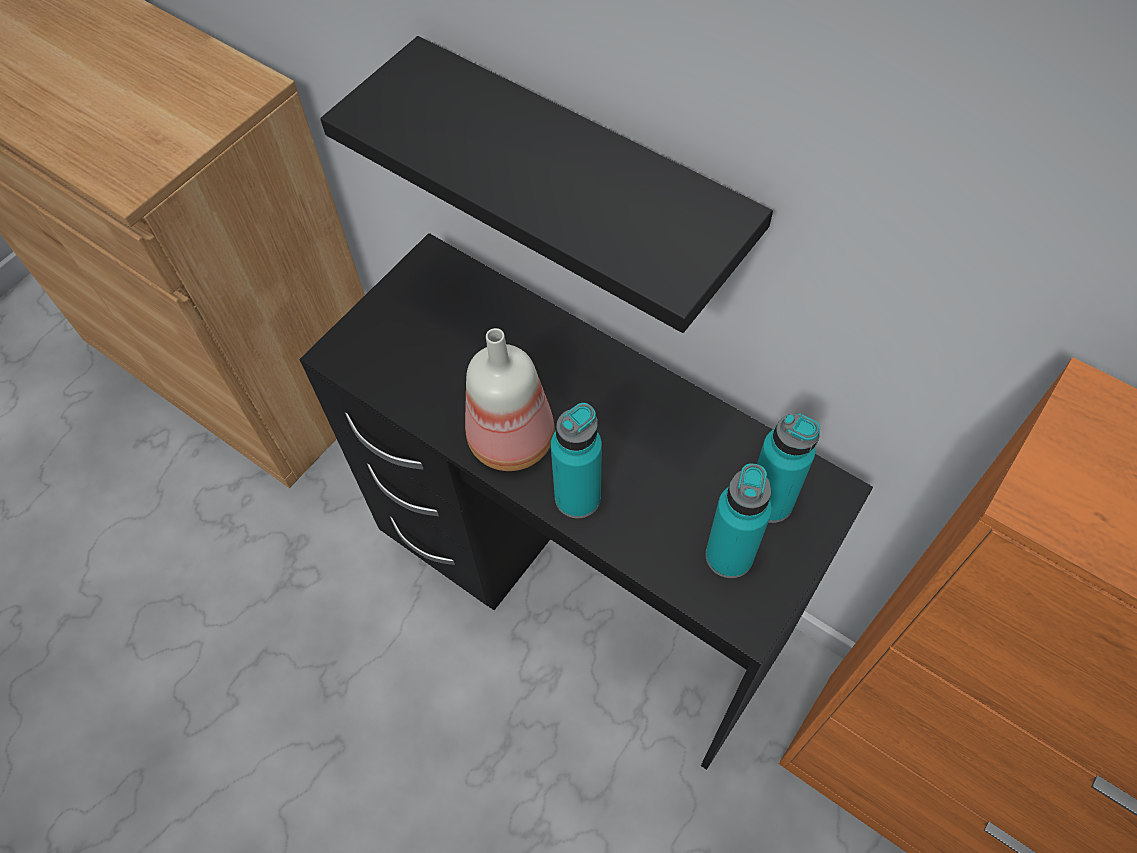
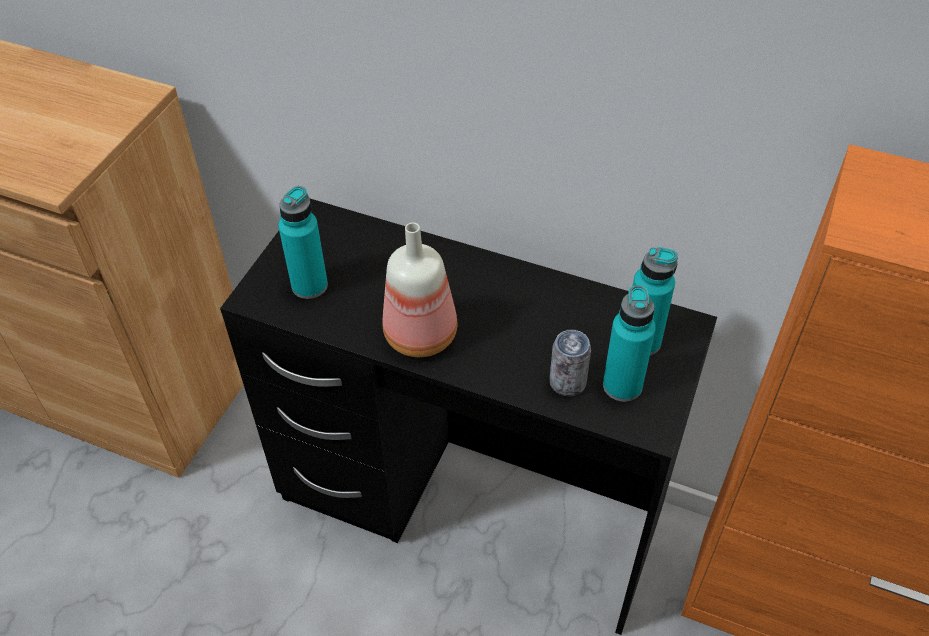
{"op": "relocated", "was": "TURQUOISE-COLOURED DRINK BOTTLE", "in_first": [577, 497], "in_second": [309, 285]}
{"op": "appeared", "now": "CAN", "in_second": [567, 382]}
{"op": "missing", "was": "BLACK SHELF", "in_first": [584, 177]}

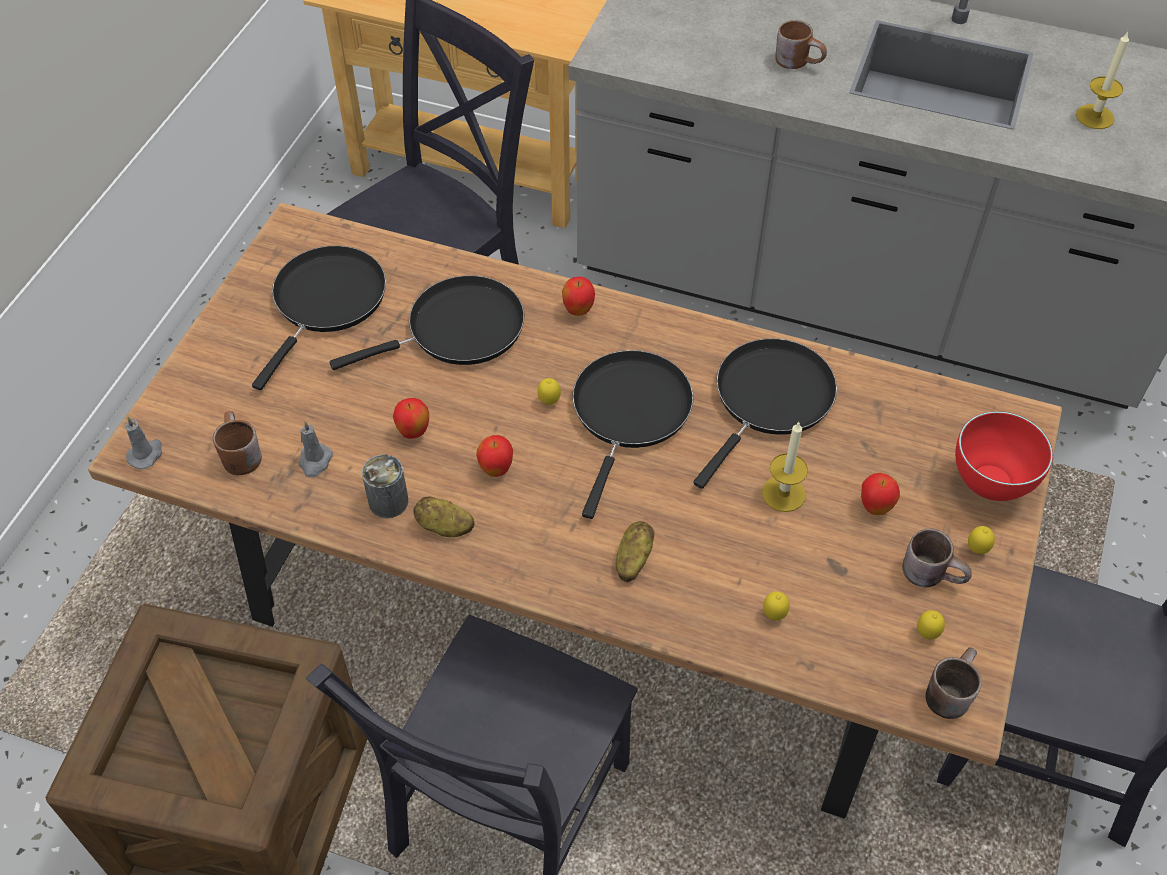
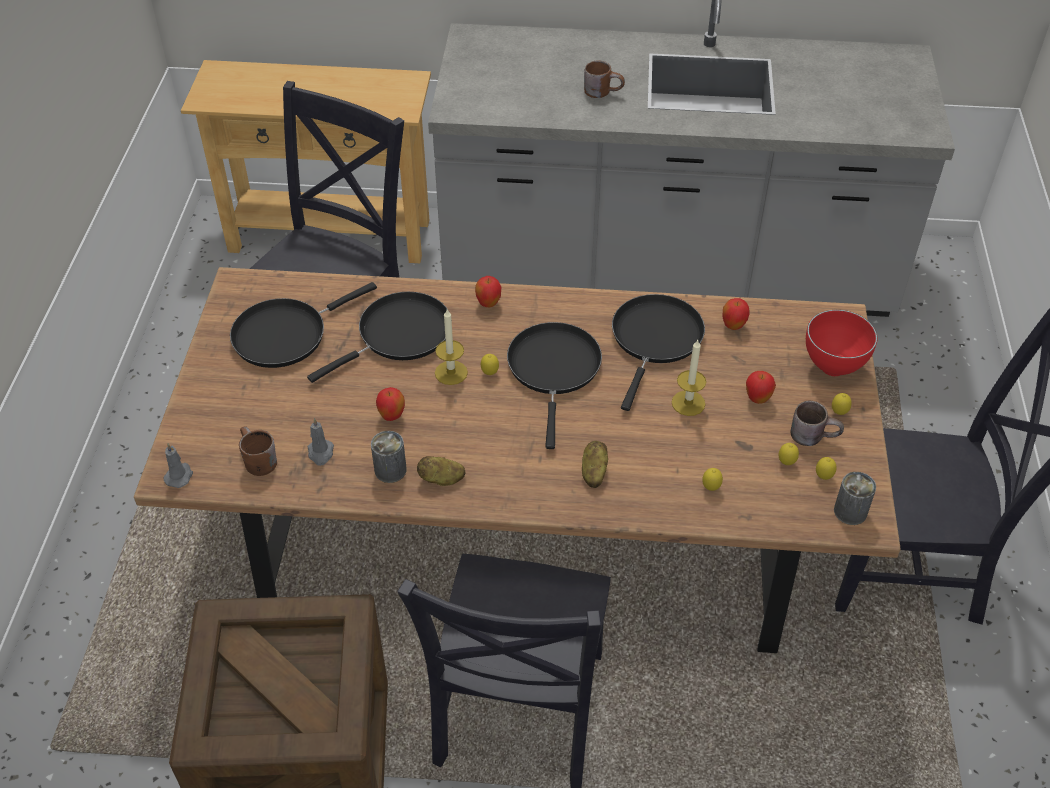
{"op": "spun", "was": "BLACK FRYING PAN", "in_first": [326, 302], "in_second": [285, 334], "clockwise": -135}
{"op": "relocated", "was": "WAX CANDLE", "in_first": [1095, 116], "in_second": [451, 372]}
{"op": "relocated", "was": "APPLE FRUIT", "in_first": [496, 470], "in_second": [733, 326]}
{"op": "appeared", "now": "LEMON", "in_second": [786, 463]}
{"op": "exchanged", "was": "BROWNISH TEA MUG", "now": "CAN", "in_first": [947, 690], "in_second": [850, 511]}

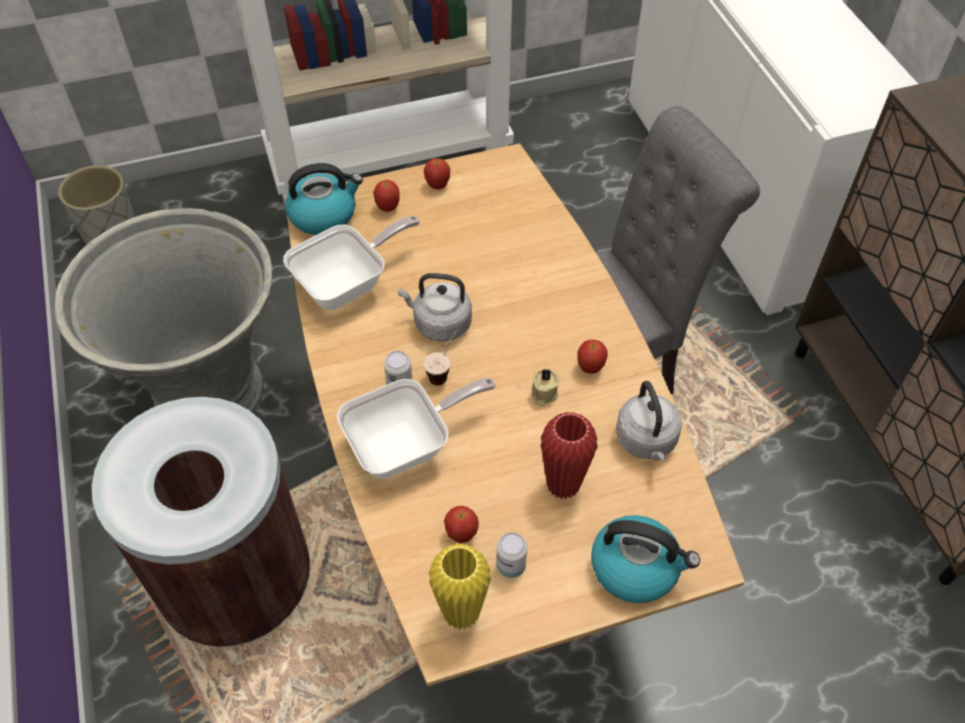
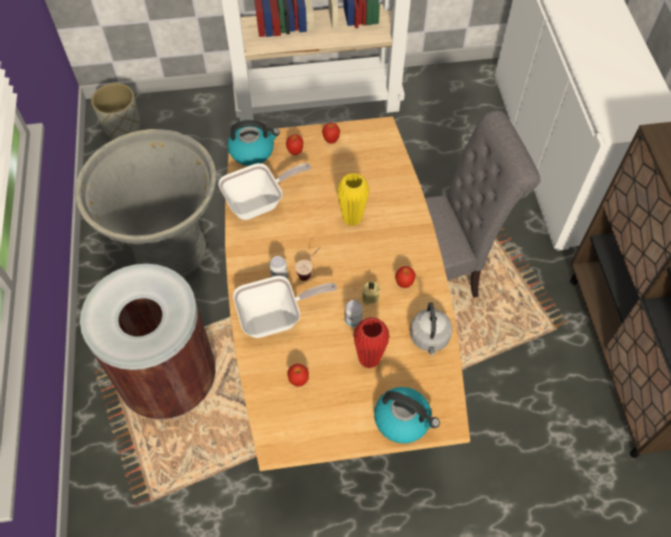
{"op": "relocated", "was": "YELLOWISH VASE", "in_first": [461, 613], "in_second": [352, 218]}
{"op": "relocated", "was": "CAN", "in_first": [511, 566], "in_second": [353, 320]}
{"op": "missing", "was": "GREYISH TEA KETTLE", "in_first": [439, 323]}

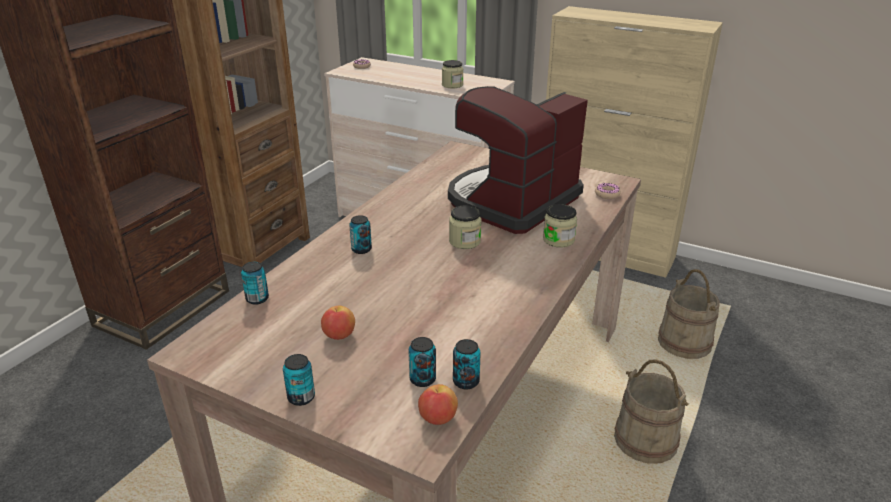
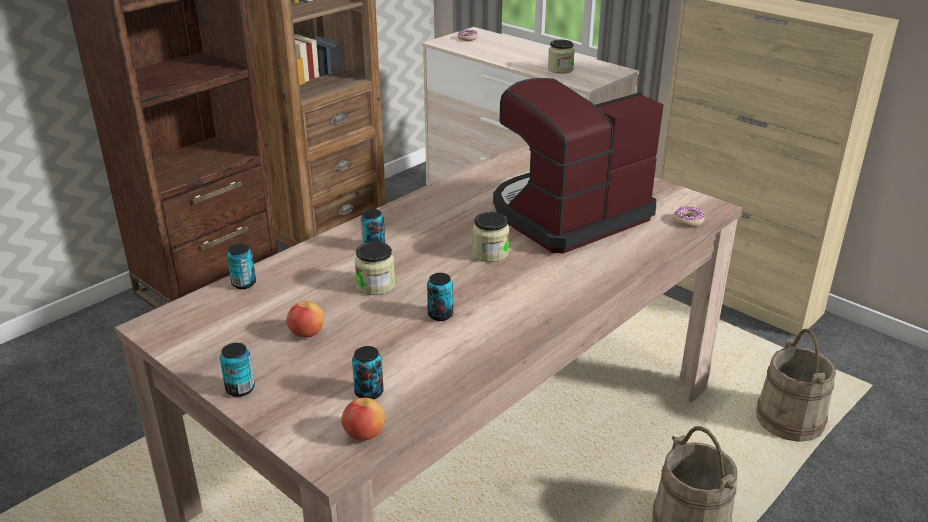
{"op": "relocated", "was": "JAR", "in_first": [558, 240], "in_second": [376, 285]}
{"op": "relocated", "was": "CAN", "in_first": [466, 381], "in_second": [440, 315]}

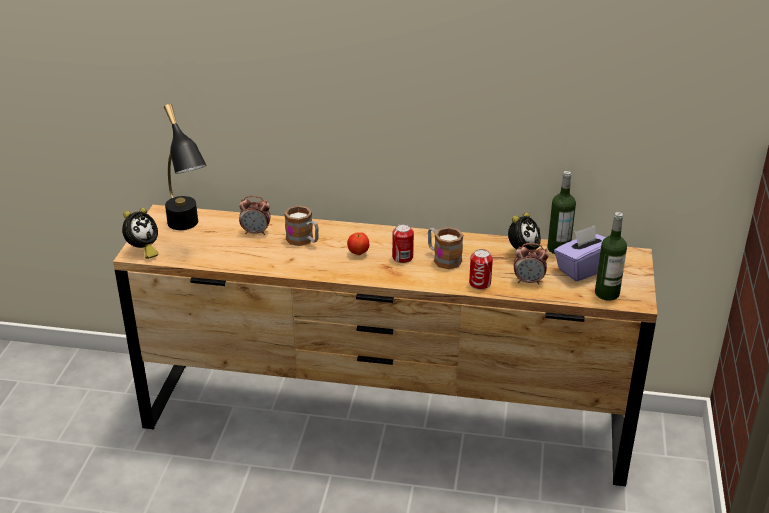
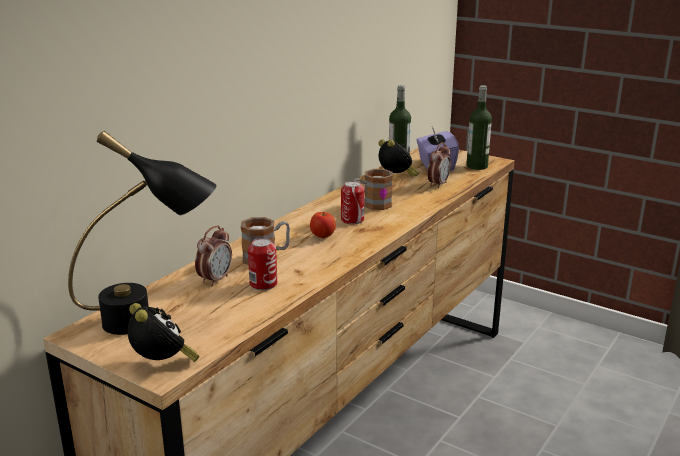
{"op": "relocated", "was": "CAN", "in_first": [480, 283], "in_second": [263, 284]}

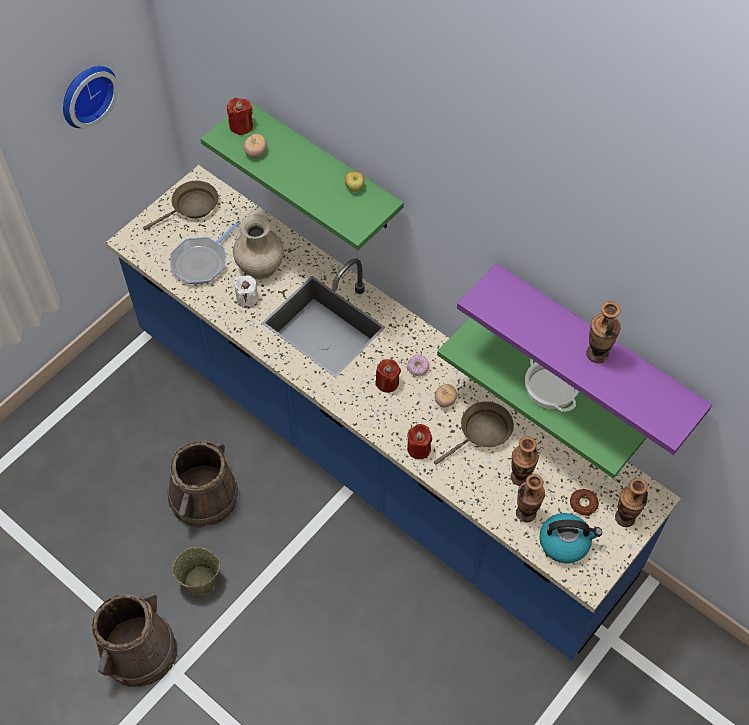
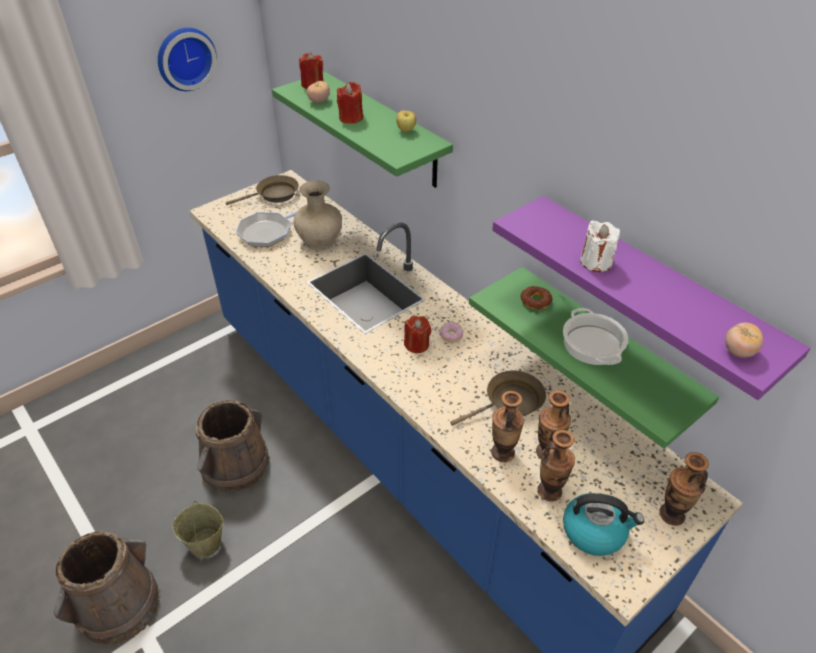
{"op": "relocated", "was": "REDDISH WAX CANDLE", "in_first": [418, 448], "in_second": [351, 118]}
{"op": "relocated", "was": "VASE", "in_first": [597, 353], "in_second": [503, 452]}
{"op": "relocated", "was": "DONUT", "in_first": [583, 504], "in_second": [535, 301]}
{"op": "relocated", "was": "WHITISH WAX CANDLE", "in_first": [247, 299], "in_second": [596, 262]}
{"op": "relocated", "was": "WHOLE TOMATO", "in_first": [445, 400], "in_second": [738, 351]}

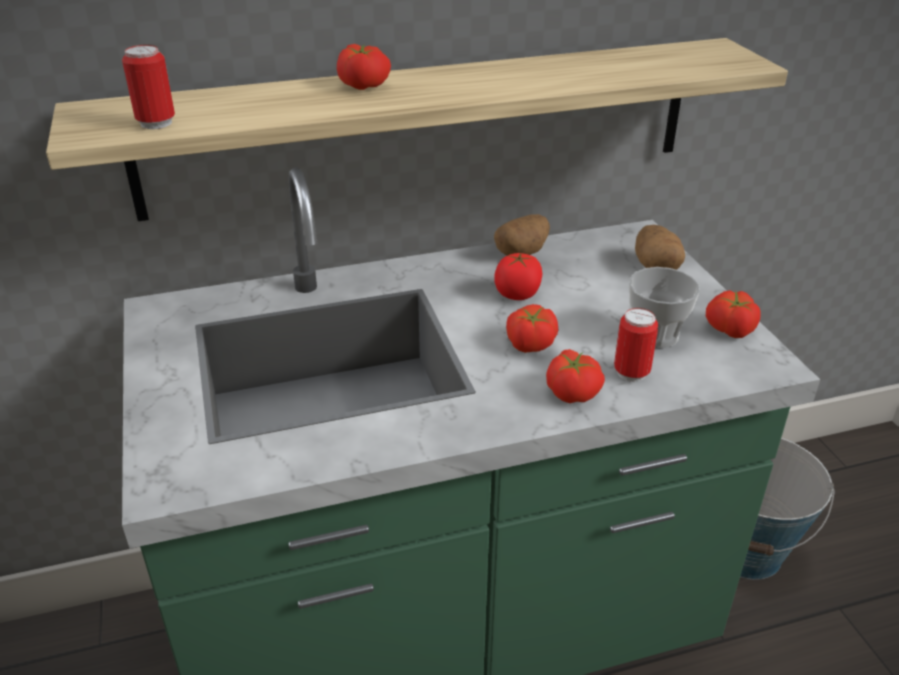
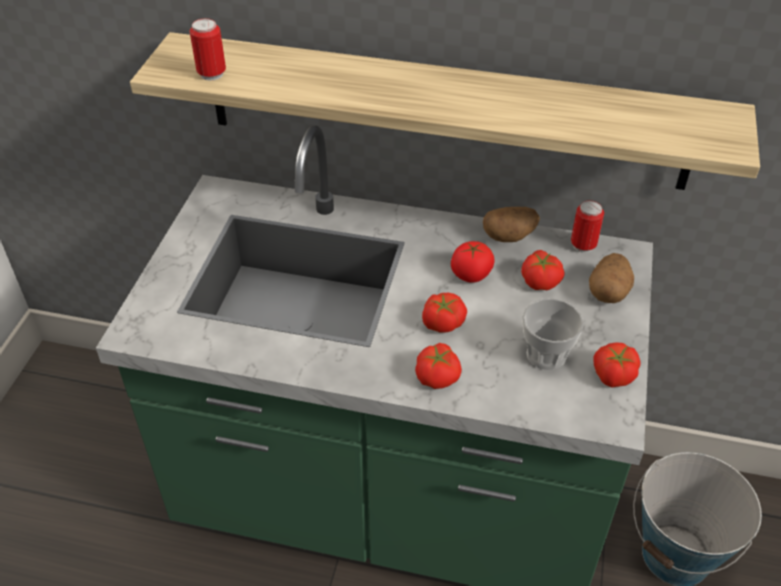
{"op": "relocated", "was": "WHOLE TOMATO", "in_first": [364, 85], "in_second": [541, 281]}
{"op": "relocated", "was": "CAN", "in_first": [631, 373], "in_second": [583, 245]}

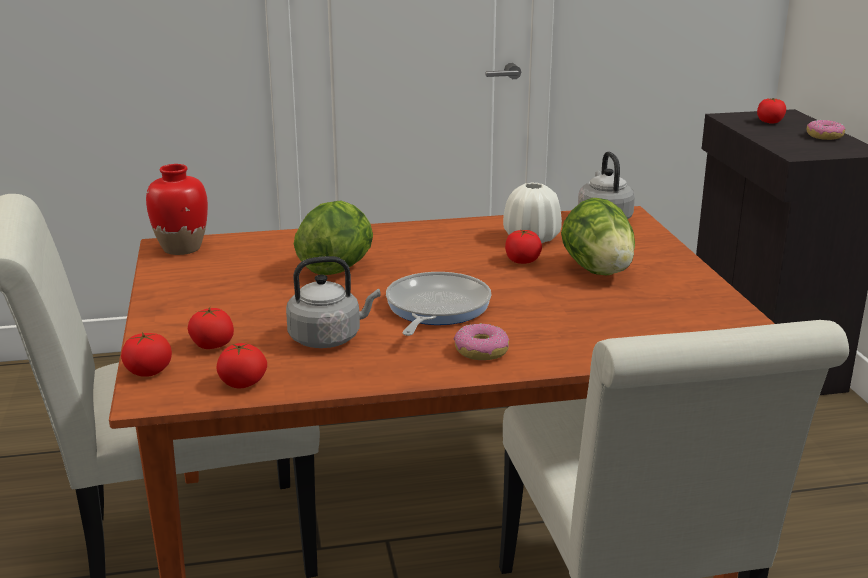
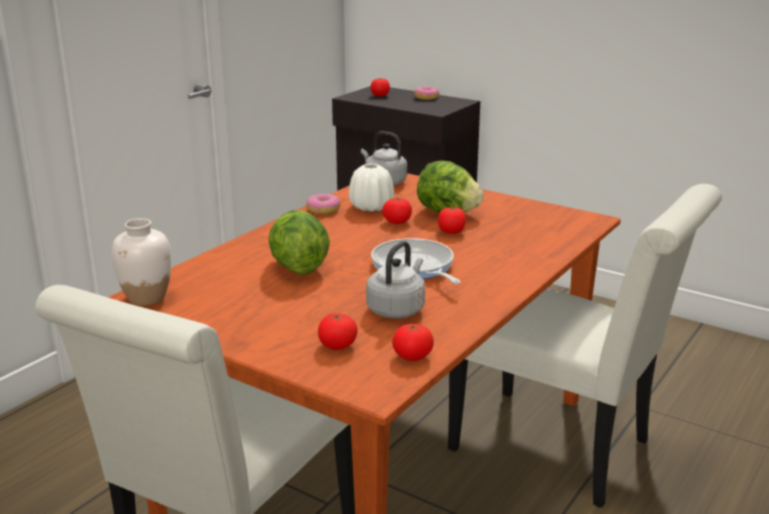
{"op": "colour", "was": "REDDISH VASE", "now": "WHITISH VASE", "in_first": [181, 248], "in_second": [147, 298]}
{"op": "relocated", "was": "DONUT", "in_first": [481, 351], "in_second": [323, 210]}
{"op": "relocated", "was": "WHOLE TOMATO", "in_first": [149, 371], "in_second": [451, 231]}

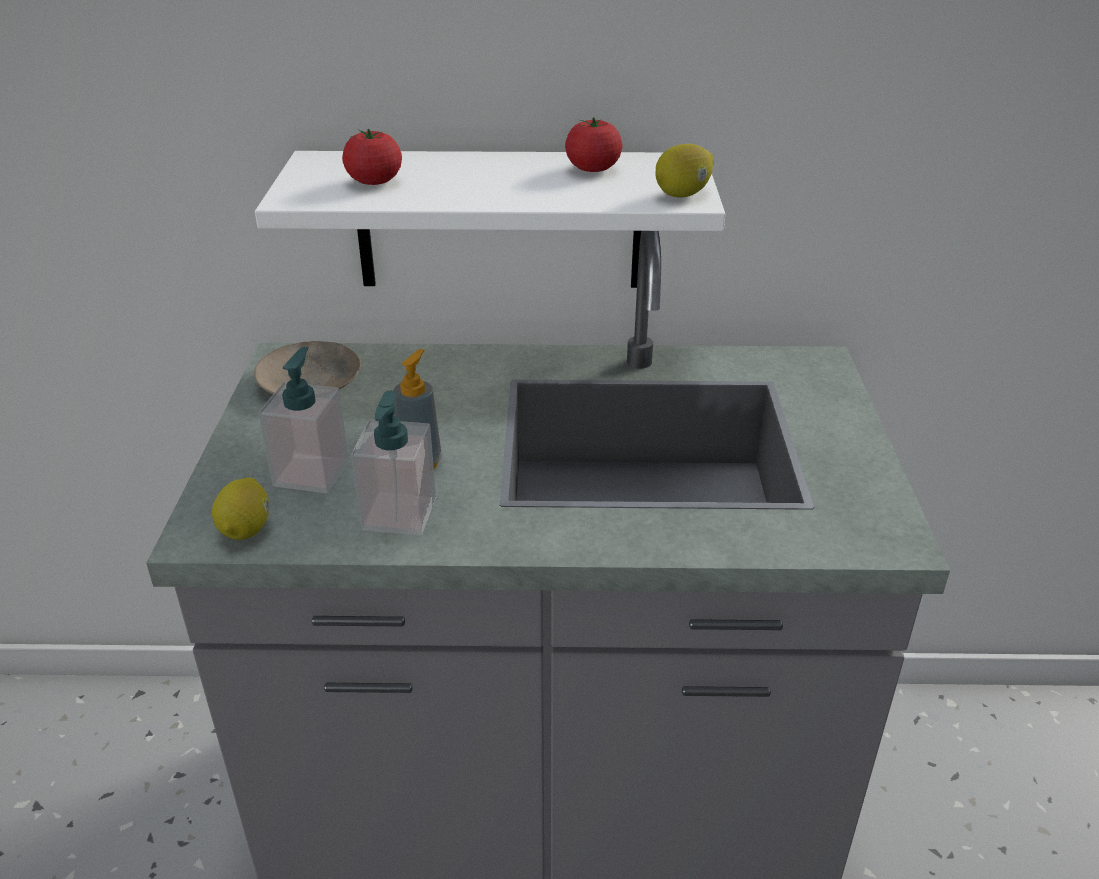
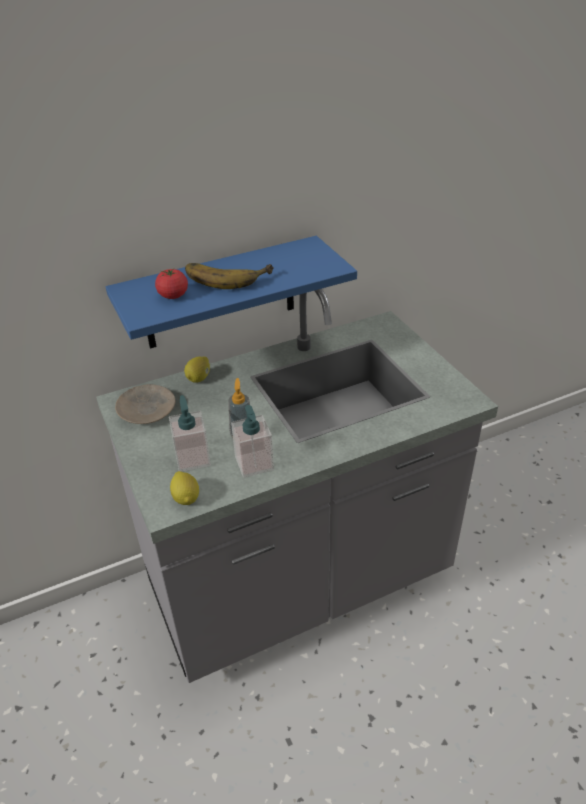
{"op": "colour", "was": "WHITISH SHELF", "now": "BLUE-COLOURED SHELF", "in_first": [501, 220], "in_second": [220, 294]}
{"op": "relocated", "was": "LEMON", "in_first": [683, 194], "in_second": [199, 378]}
{"op": "appeared", "now": "BANANA", "in_second": [227, 275]}
{"op": "missing", "was": "WHOLE TOMATO", "in_first": [593, 169]}

